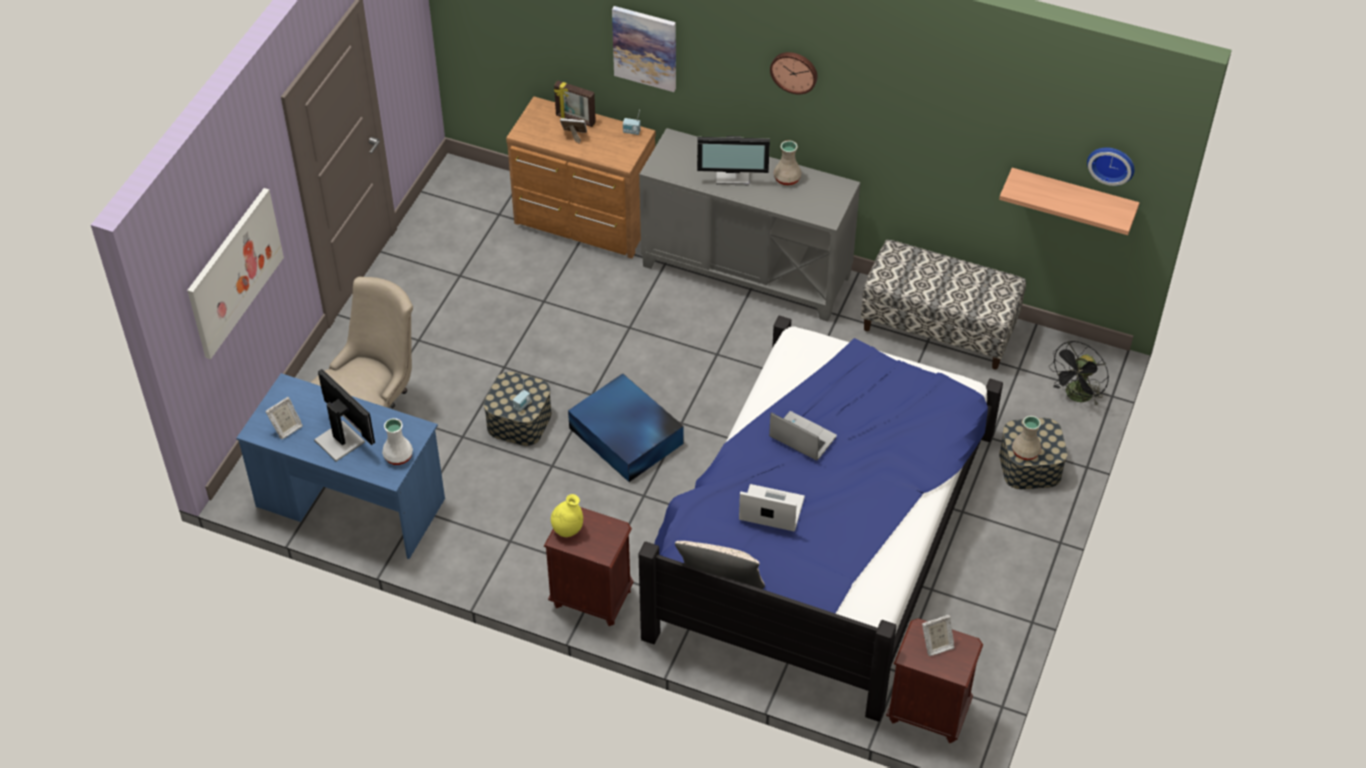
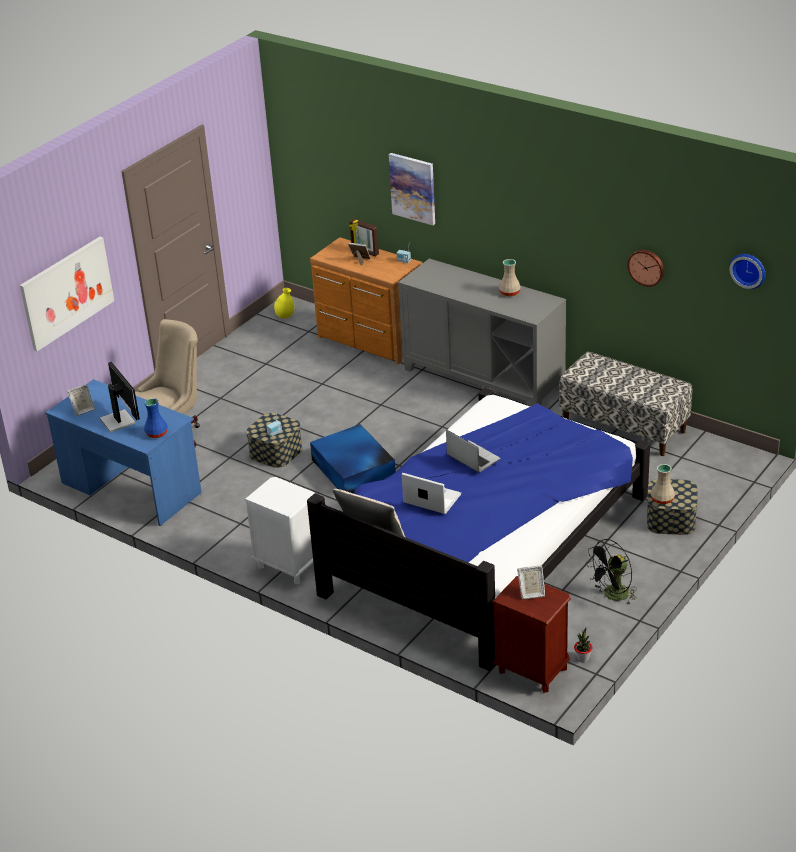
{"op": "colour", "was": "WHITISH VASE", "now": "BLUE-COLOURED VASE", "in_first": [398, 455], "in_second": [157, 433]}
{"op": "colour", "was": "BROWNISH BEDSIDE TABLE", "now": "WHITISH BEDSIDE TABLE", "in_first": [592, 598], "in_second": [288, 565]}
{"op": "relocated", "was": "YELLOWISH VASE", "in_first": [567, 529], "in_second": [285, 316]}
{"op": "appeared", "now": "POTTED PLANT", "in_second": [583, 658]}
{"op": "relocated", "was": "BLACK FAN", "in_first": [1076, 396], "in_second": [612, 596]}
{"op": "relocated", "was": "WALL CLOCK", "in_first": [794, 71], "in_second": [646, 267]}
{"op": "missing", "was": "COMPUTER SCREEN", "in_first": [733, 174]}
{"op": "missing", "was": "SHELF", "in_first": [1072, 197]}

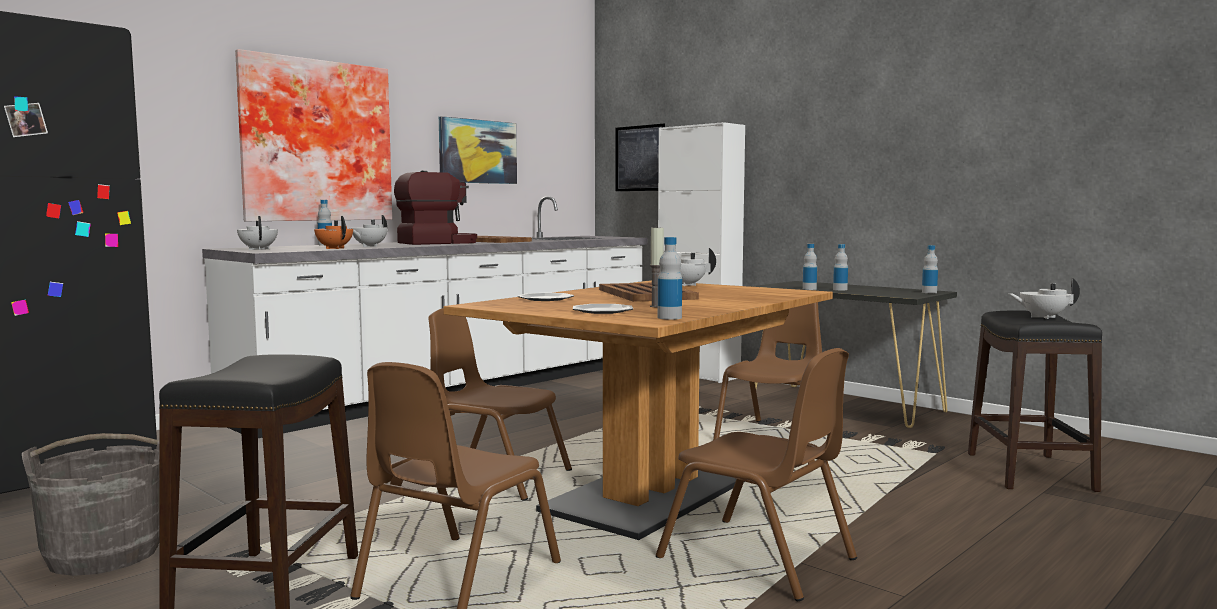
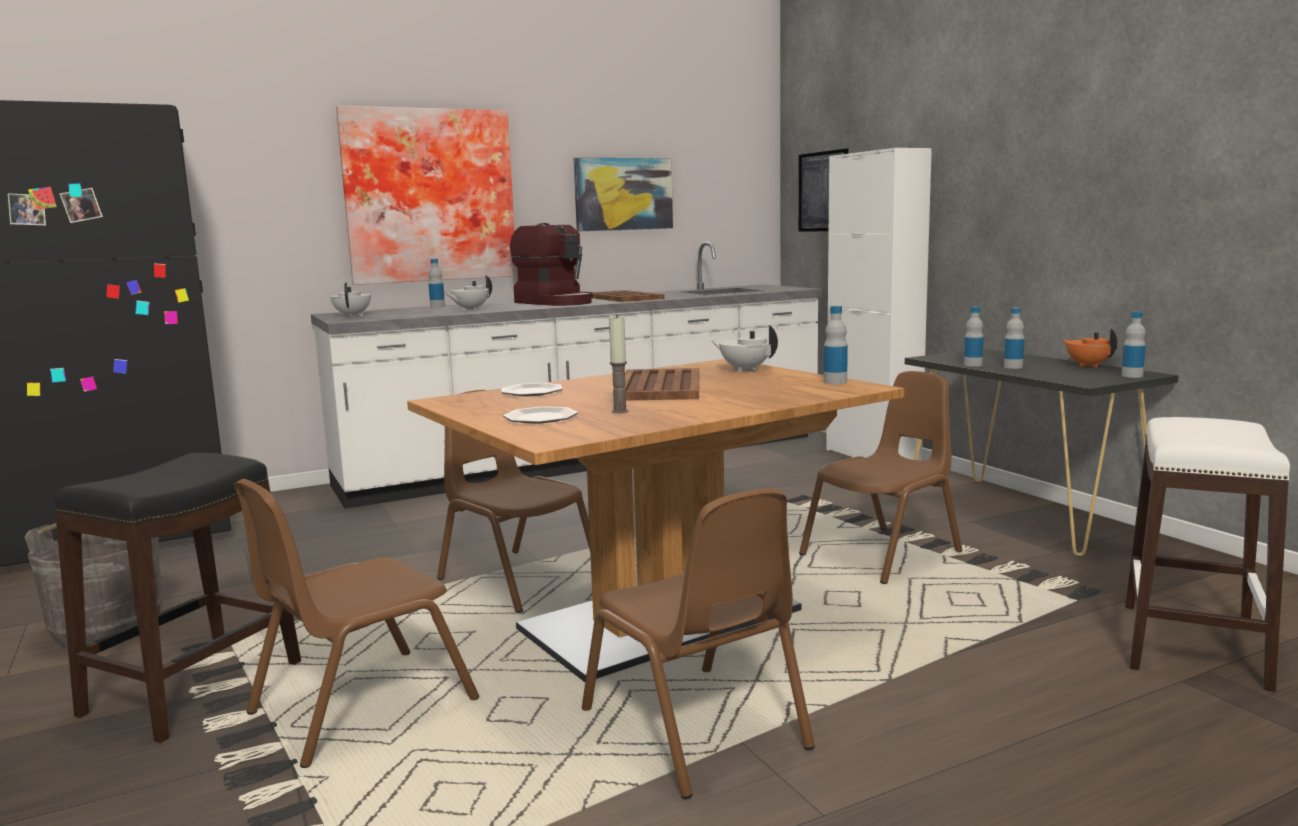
{"op": "spun", "was": "COFFEE MAKER", "in_first": [437, 243], "in_second": [556, 302], "clockwise": 60}
{"op": "relocated", "was": "DRINK BOTTLE", "in_first": [669, 317], "in_second": [835, 382]}
{"op": "relocated", "was": "ORANGE-COLOURED TEAPOT", "in_first": [334, 248], "in_second": [1088, 365]}
{"op": "colour", "was": "BLACK SITTING STOOL", "now": "WHITISH SITTING STOOL", "in_first": [1028, 471], "in_second": [1191, 644]}
{"op": "missing", "was": "WHITISH TEAPOT", "in_first": [1042, 317]}

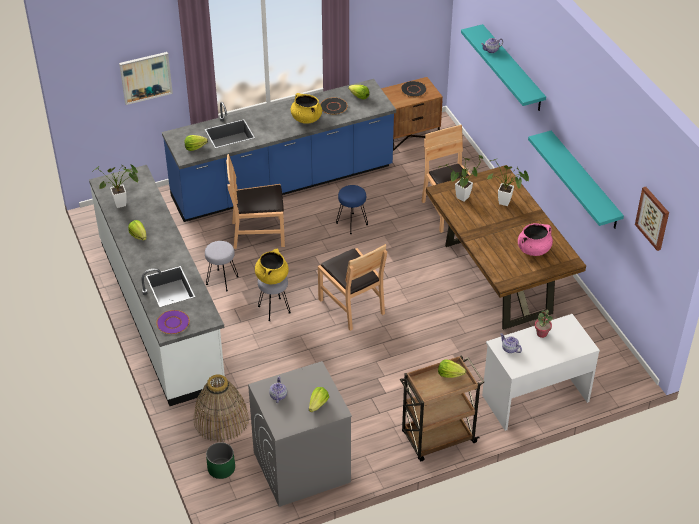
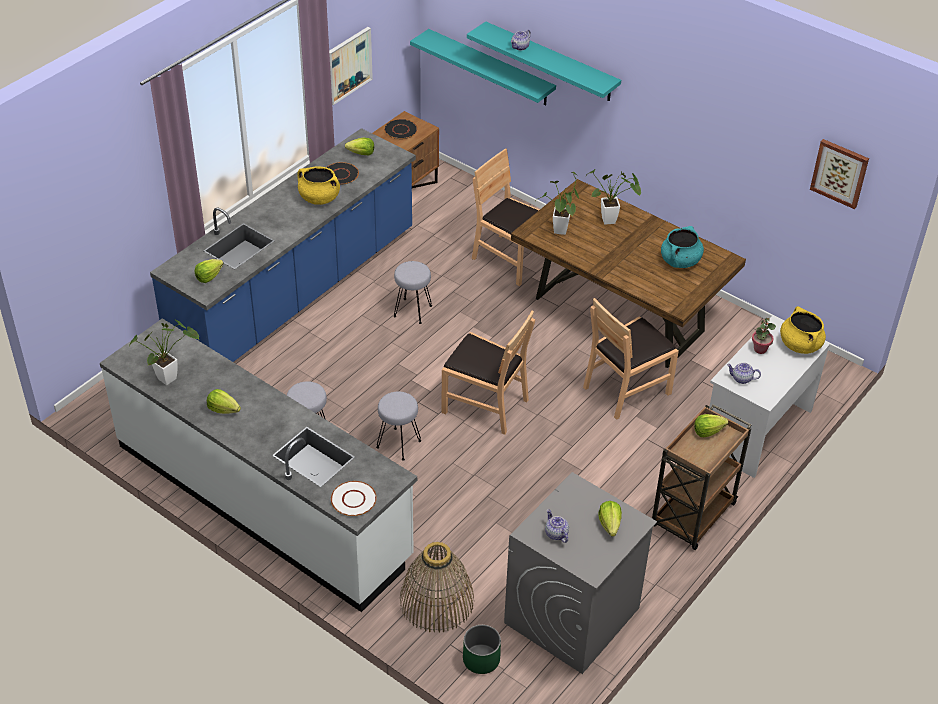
{"op": "relocated", "was": "WALL ART", "in_first": [145, 77], "in_second": [348, 65]}
{"op": "colour", "was": "PURPLE-COLOURED DINNER PLATE", "now": "WHITISH DINNER PLATE", "in_first": [173, 323], "in_second": [354, 499]}
{"op": "colour", "was": "BLUE-COLOURED SITTING STOOL", "now": "GREYISH SITTING STOOL", "in_first": [352, 223], "in_second": [413, 311]}
{"op": "relocated", "was": "TURQUOISE-COLOURED SHELF", "in_first": [584, 180], "in_second": [490, 68]}
{"op": "relocated", "was": "BROWNISH PLAIN CHAIR", "in_first": [258, 233], "in_second": [626, 389]}
{"op": "colour", "was": "PINK SAUCEPOT", "now": "TURQUOISE-COLOURED SAUCEPOT", "in_first": [533, 249], "in_second": [680, 261]}
{"op": "relocated", "was": "YELLOWISH SAUCEPOT", "in_first": [272, 277], "in_second": [799, 344]}

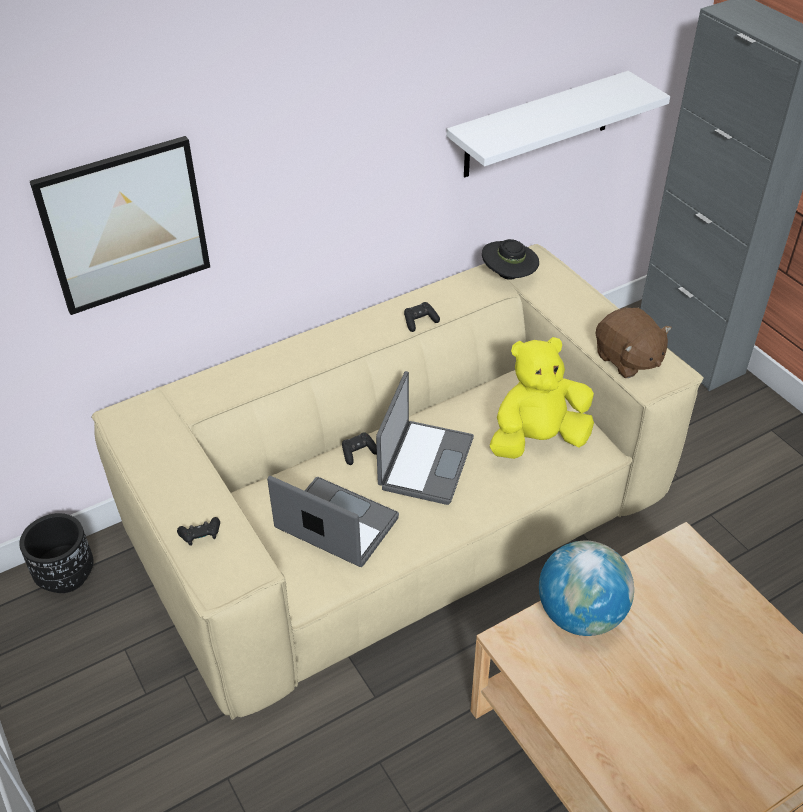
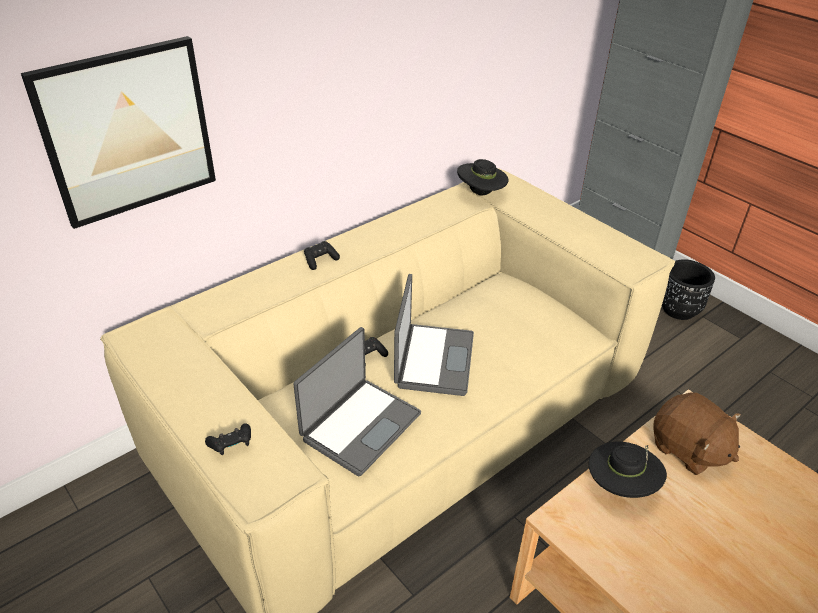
{"op": "spun", "was": "LAPTOP", "in_first": [335, 525], "in_second": [359, 425], "clockwise": 105}
{"op": "relocated", "was": "BLACK JOYPAD", "in_first": [420, 322], "in_second": [320, 260]}
{"op": "exchanged", "was": "GLOBE", "now": "BLACK CLOTHING HAT", "in_first": [580, 614], "in_second": [620, 486]}
{"op": "relocated", "was": "BROWNISH PLUSH TOY", "in_first": [627, 360], "in_second": [688, 449]}
{"op": "relocated", "was": "BLACK PLANT POT", "in_first": [66, 576], "in_second": [678, 310]}
{"op": "missing", "was": "WHITISH SHELF", "in_first": [538, 125]}
{"op": "missing", "was": "YELLOWISH PLUSH TOY", "in_first": [537, 440]}

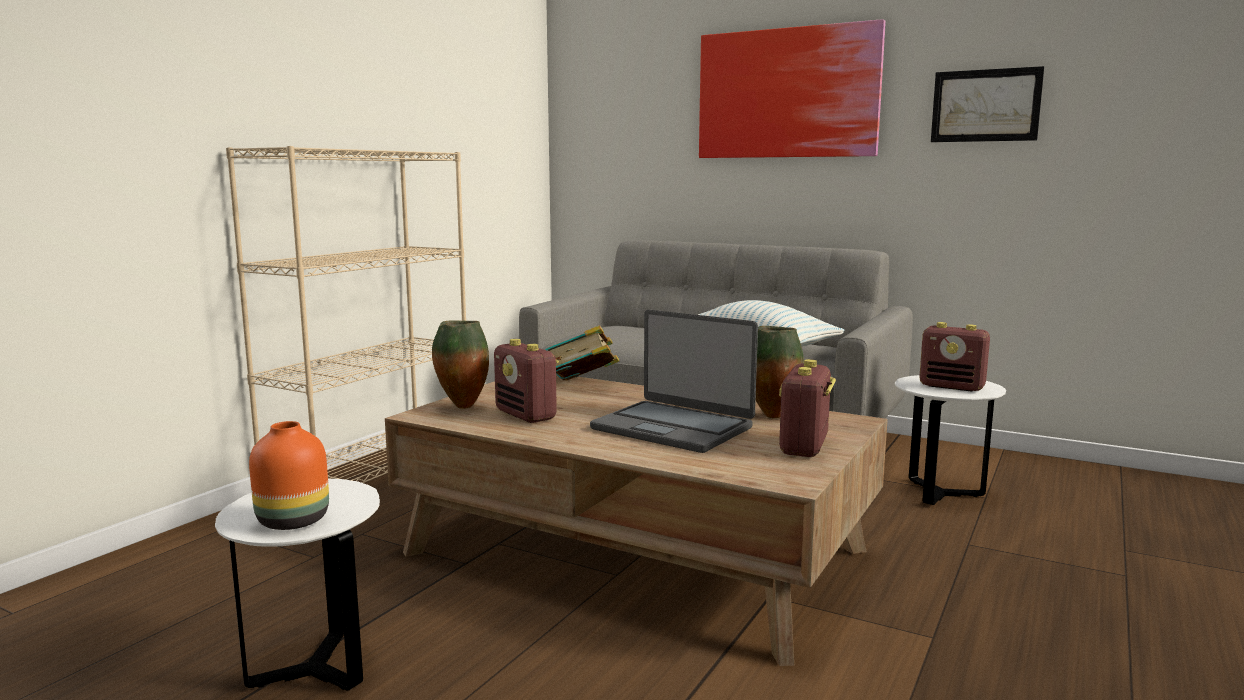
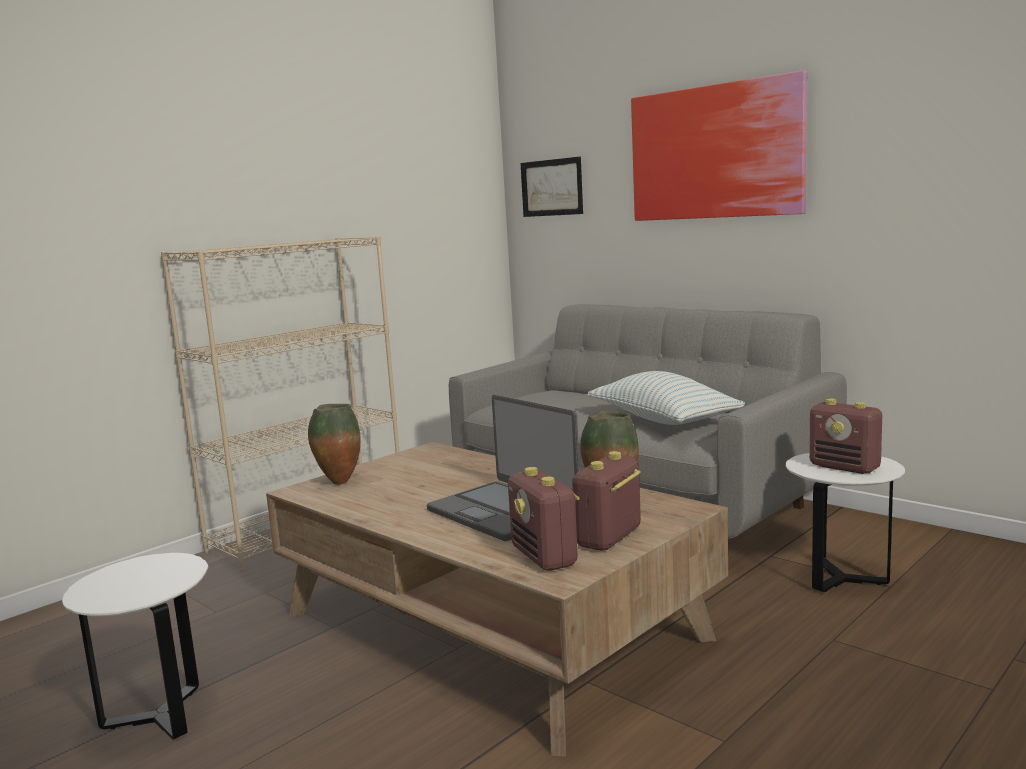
{"op": "relocated", "was": "RADIO", "in_first": [526, 415], "in_second": [545, 557]}
{"op": "relocated", "was": "WALL ART", "in_first": [985, 105], "in_second": [551, 187]}
{"op": "missing", "was": "ORANGE-COLOURED VASE", "in_first": [292, 521]}
{"op": "missing", "was": "VOLUME", "in_first": [582, 386]}

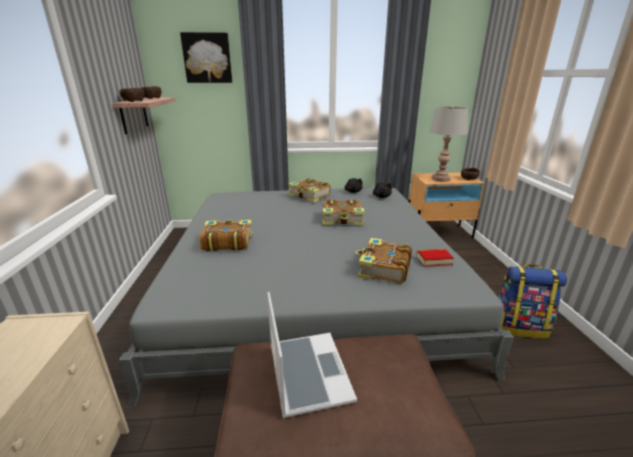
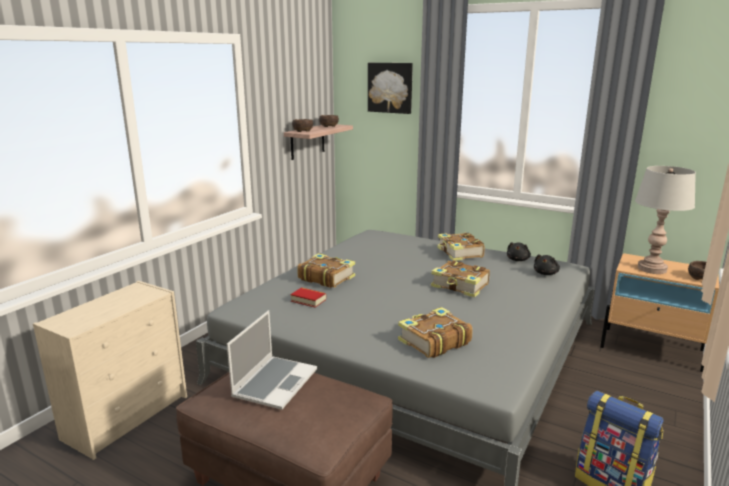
{"op": "relocated", "was": "VOLUME", "in_first": [433, 260], "in_second": [308, 300]}

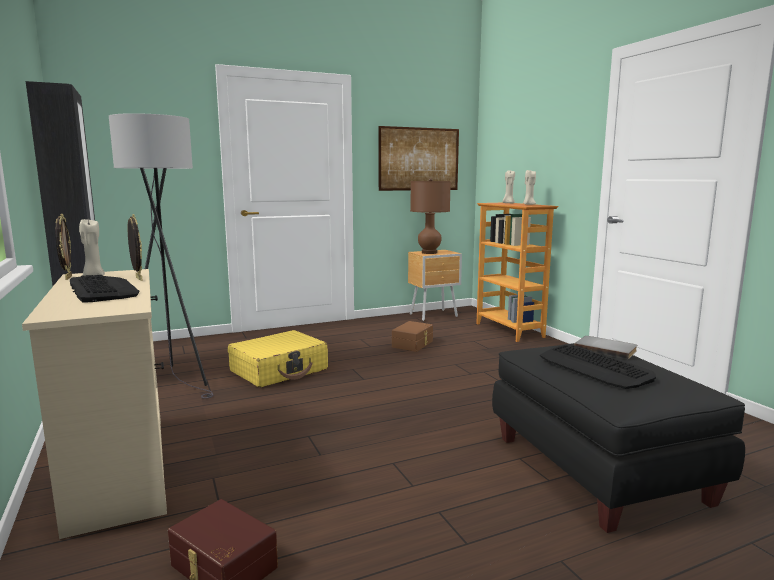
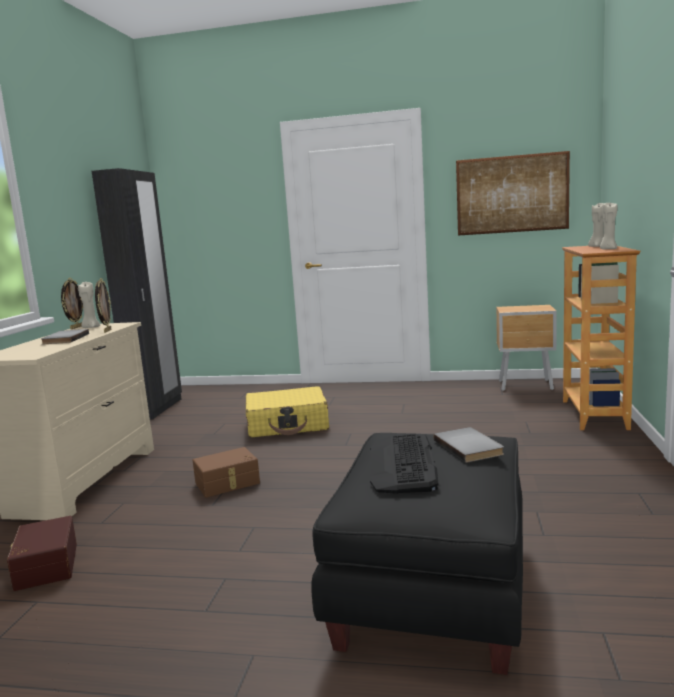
{"op": "exchanged", "was": "COMPUTER KEYBOARD", "now": "GREYISH VOLUME", "in_first": [103, 289], "in_second": [64, 339]}
{"op": "relocated", "was": "BROWNISH STORAGE BOX", "in_first": [413, 344], "in_second": [228, 483]}
{"op": "missing", "was": "GREYISH STANDING LAMP", "in_first": [174, 381]}
{"op": "missing", "was": "BROWNISH TABLE LAMP", "in_first": [429, 252]}

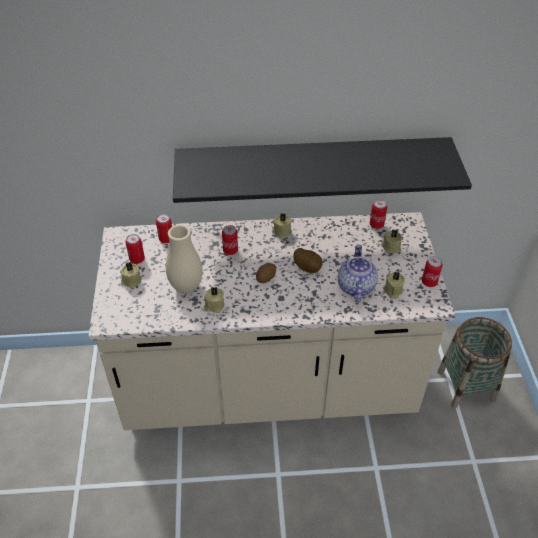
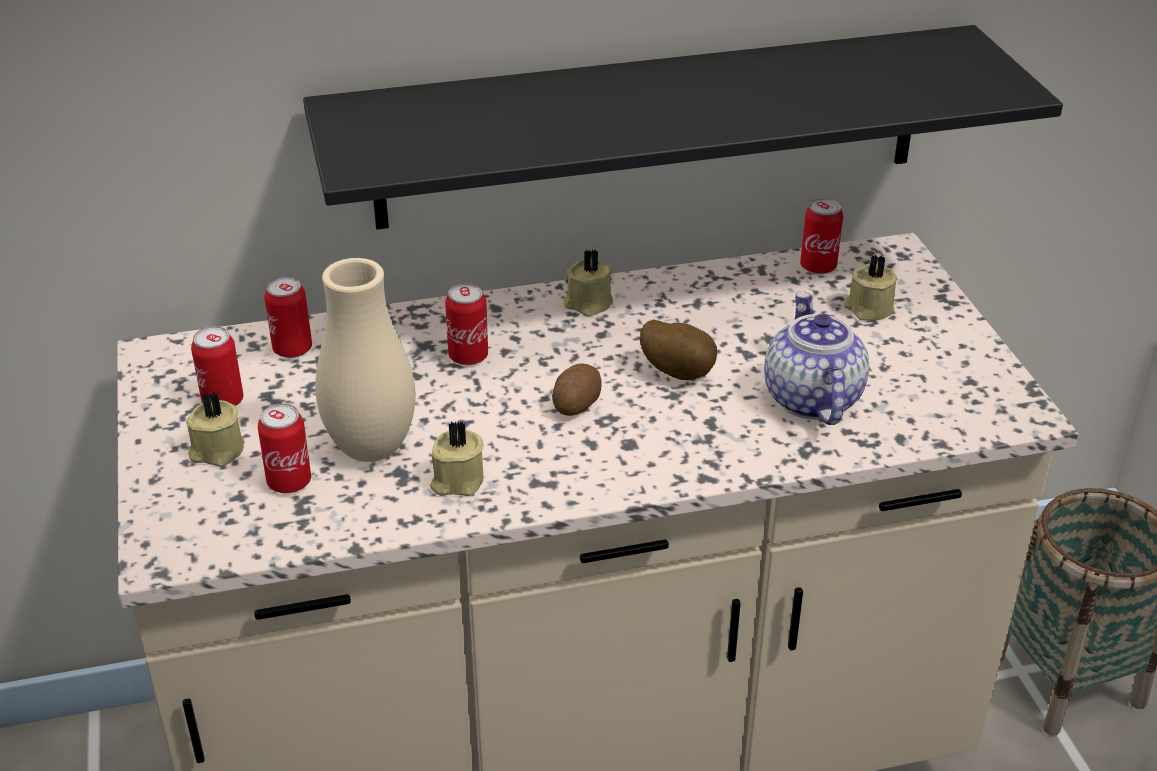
{"op": "relocated", "was": "CAN", "in_first": [429, 282], "in_second": [289, 482]}
{"op": "missing", "was": "SAND-COLOURED WAX CANDLE", "in_first": [392, 291]}

